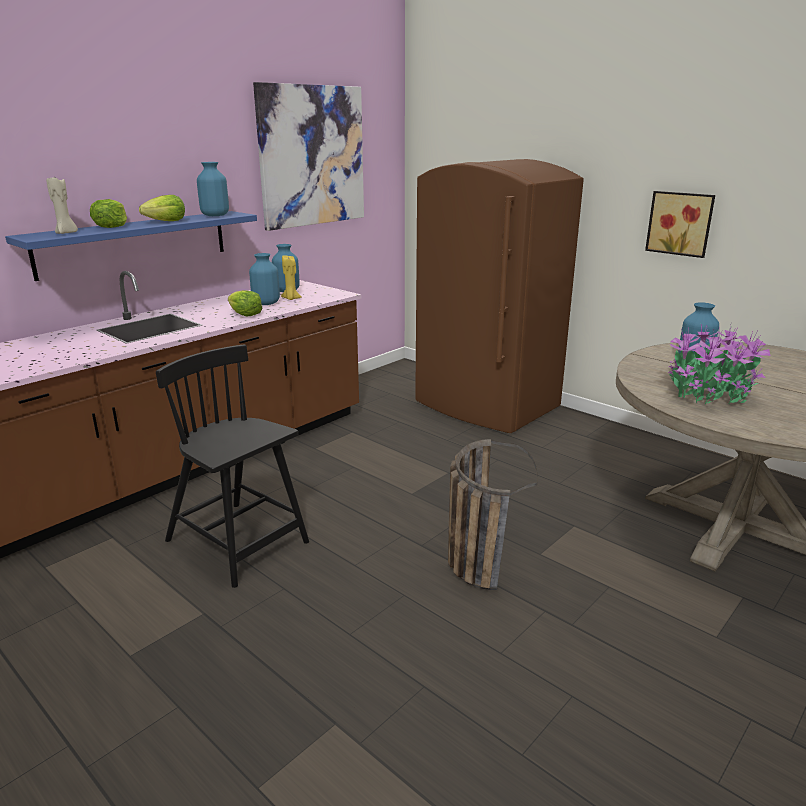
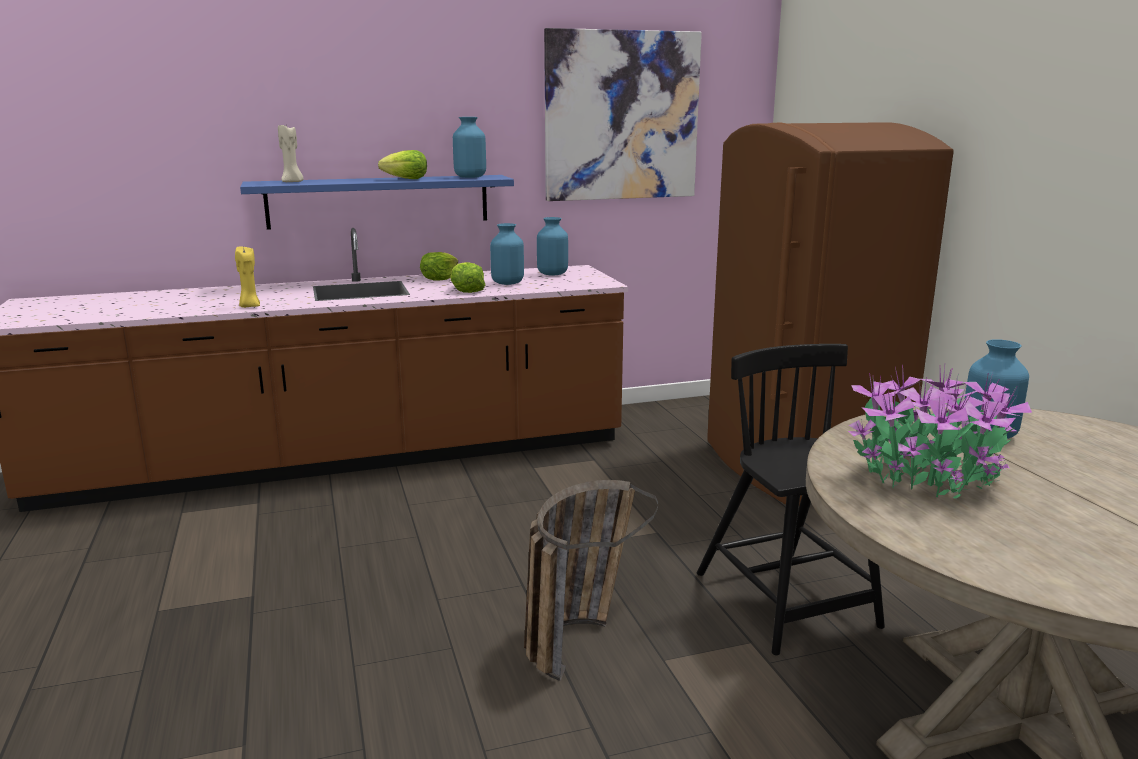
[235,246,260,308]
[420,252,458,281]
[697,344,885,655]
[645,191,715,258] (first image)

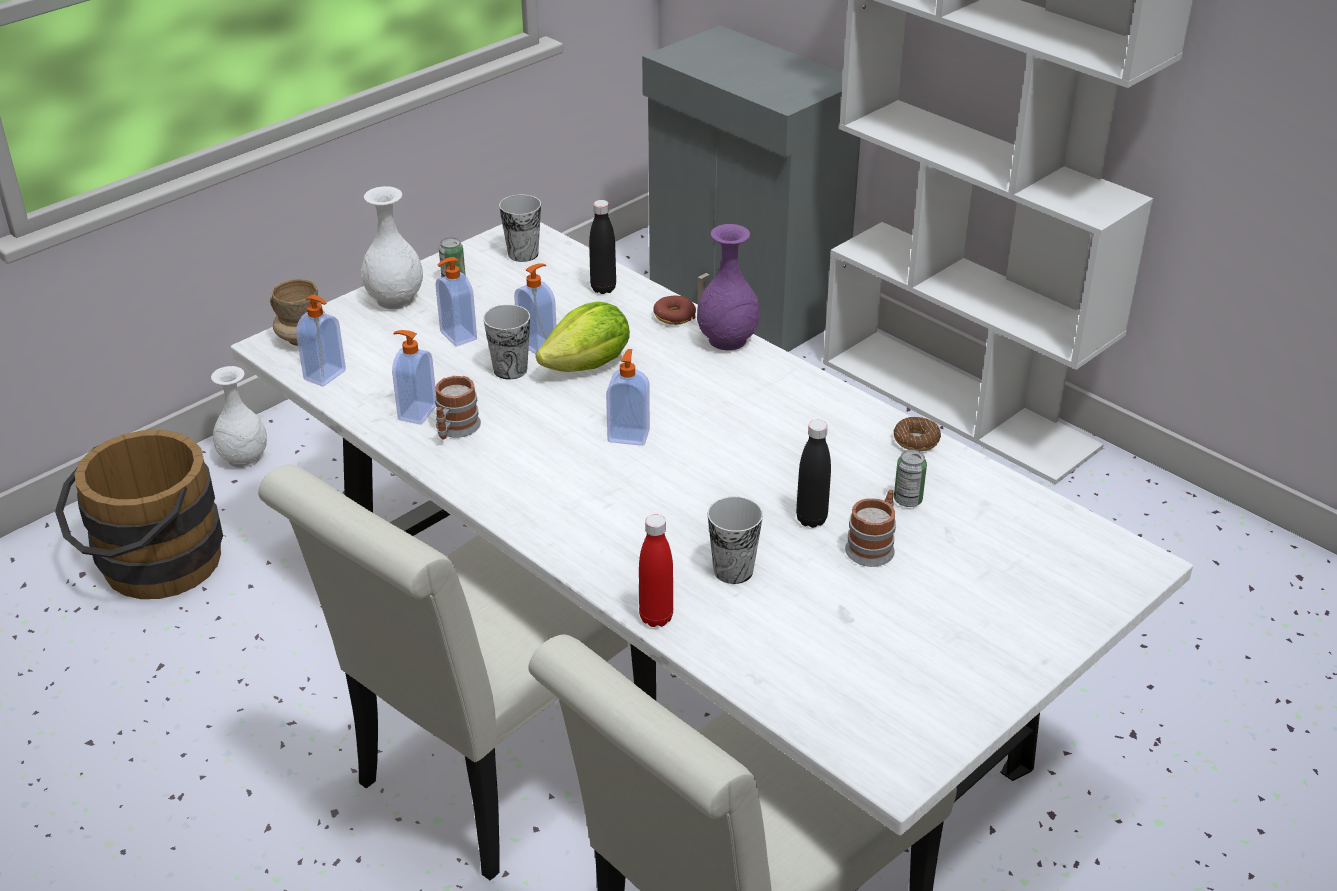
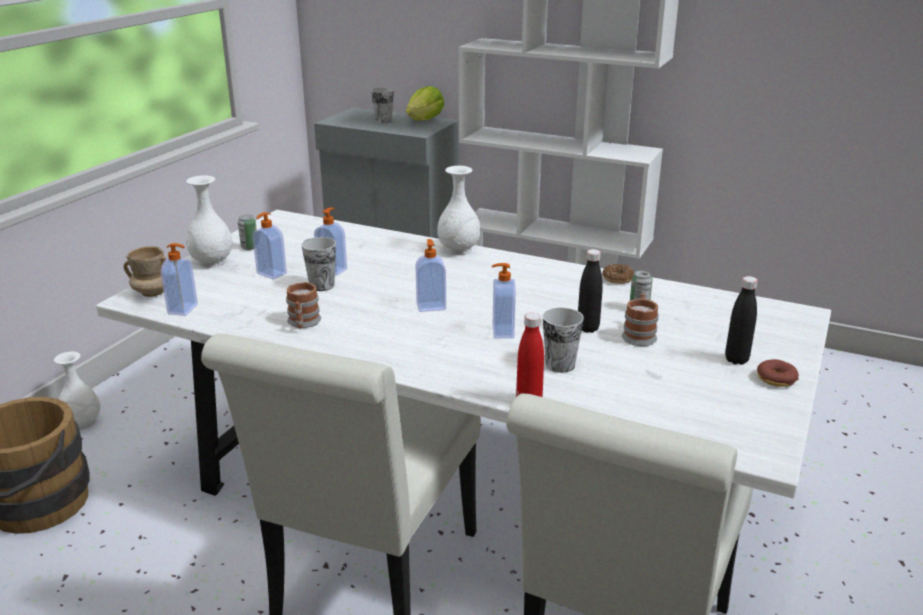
[371,88,394,123]
[406,86,444,121]
[437,166,480,255]
[492,263,516,339]
[725,276,758,365]
[757,359,799,387]

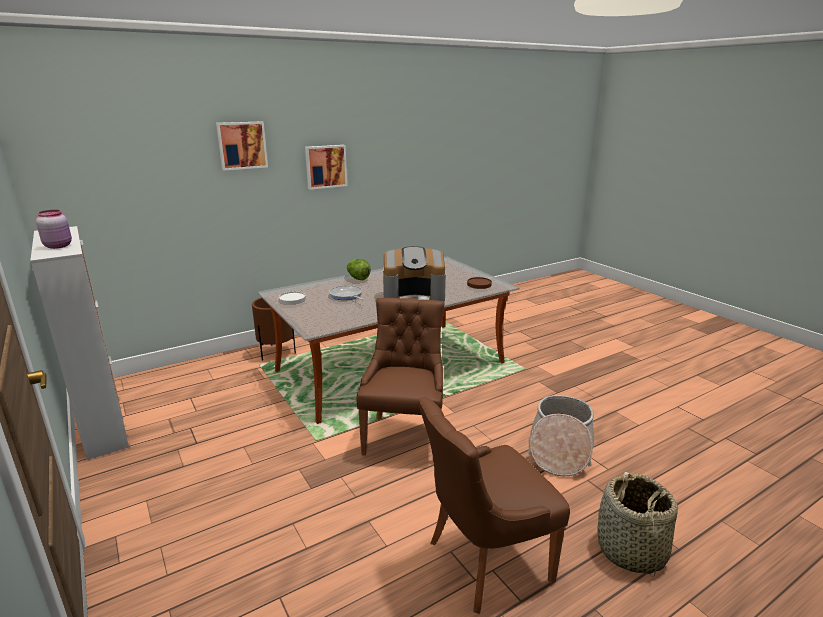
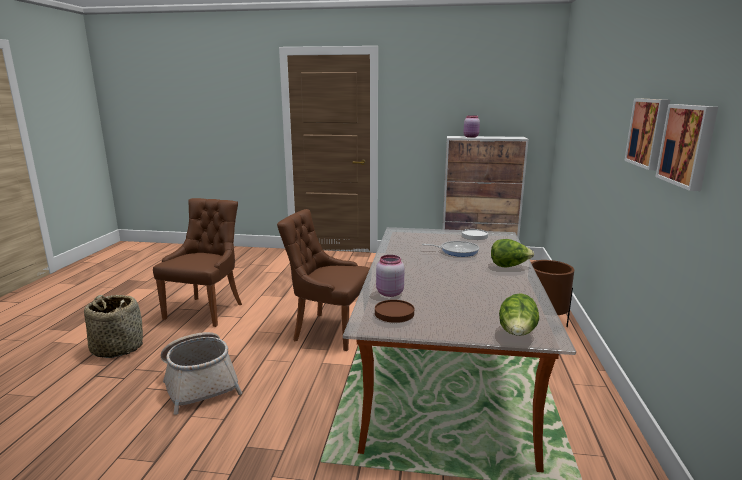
[277,209,370,351]
[376,255,405,297]
[499,293,539,336]
[655,104,718,191]
[383,246,446,302] (first image)

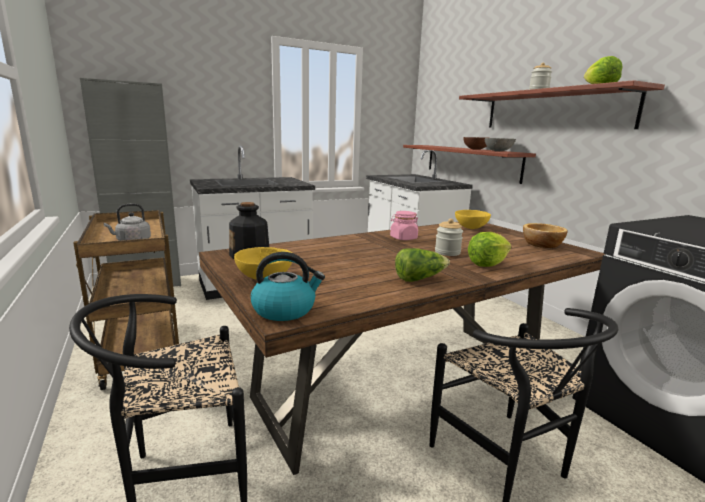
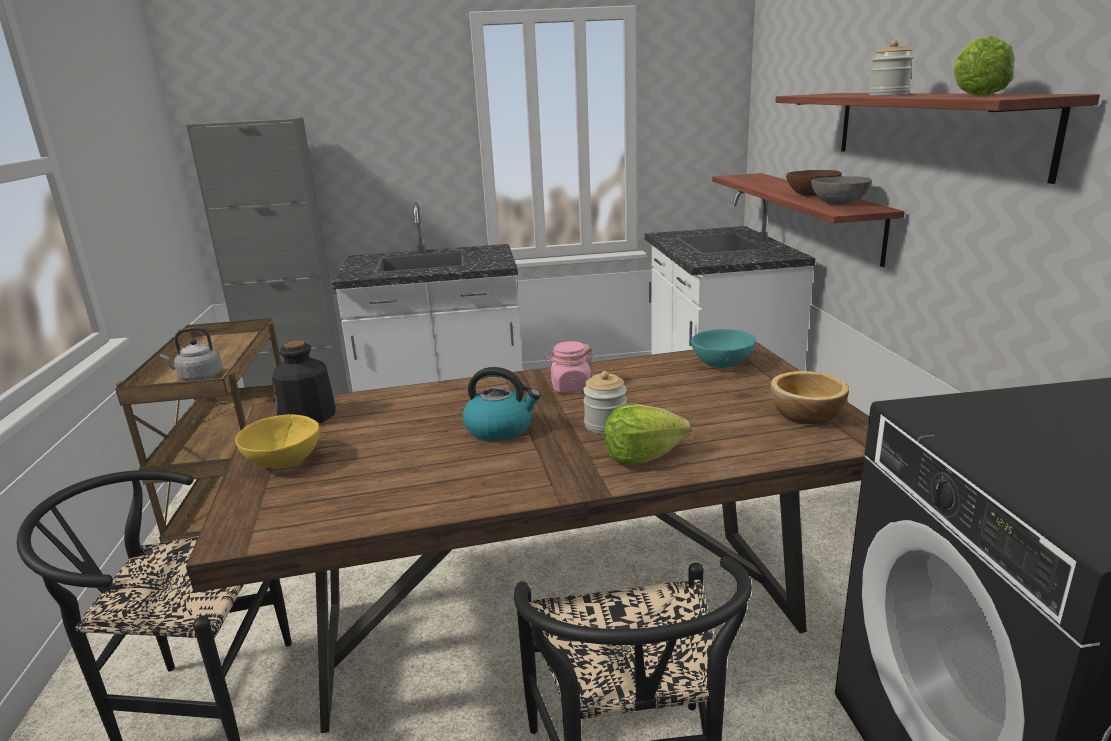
[463,367,541,441]
[691,329,756,368]
[395,248,450,282] (first image)

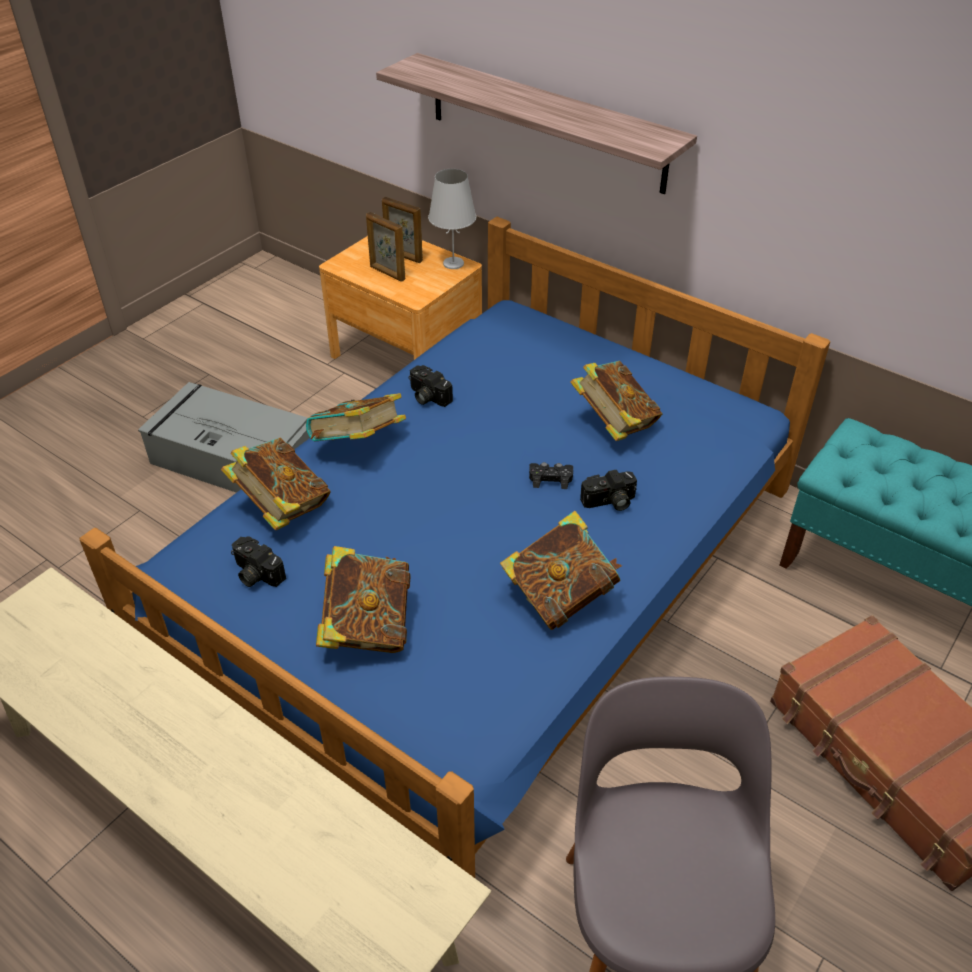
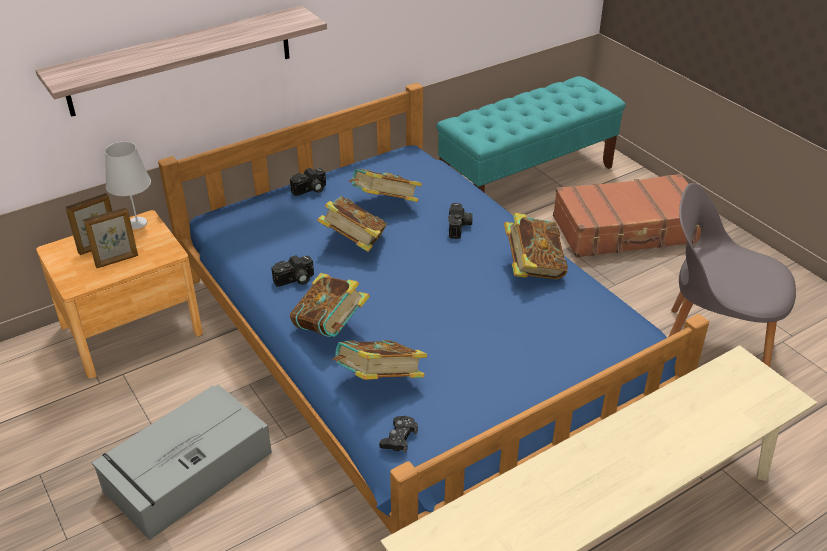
[290,168,326,196]
[317,196,387,252]
[379,416,418,453]

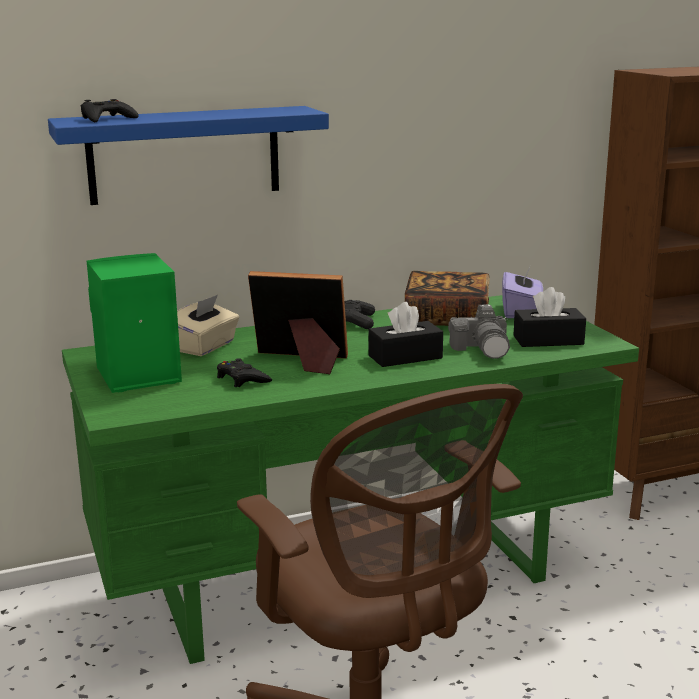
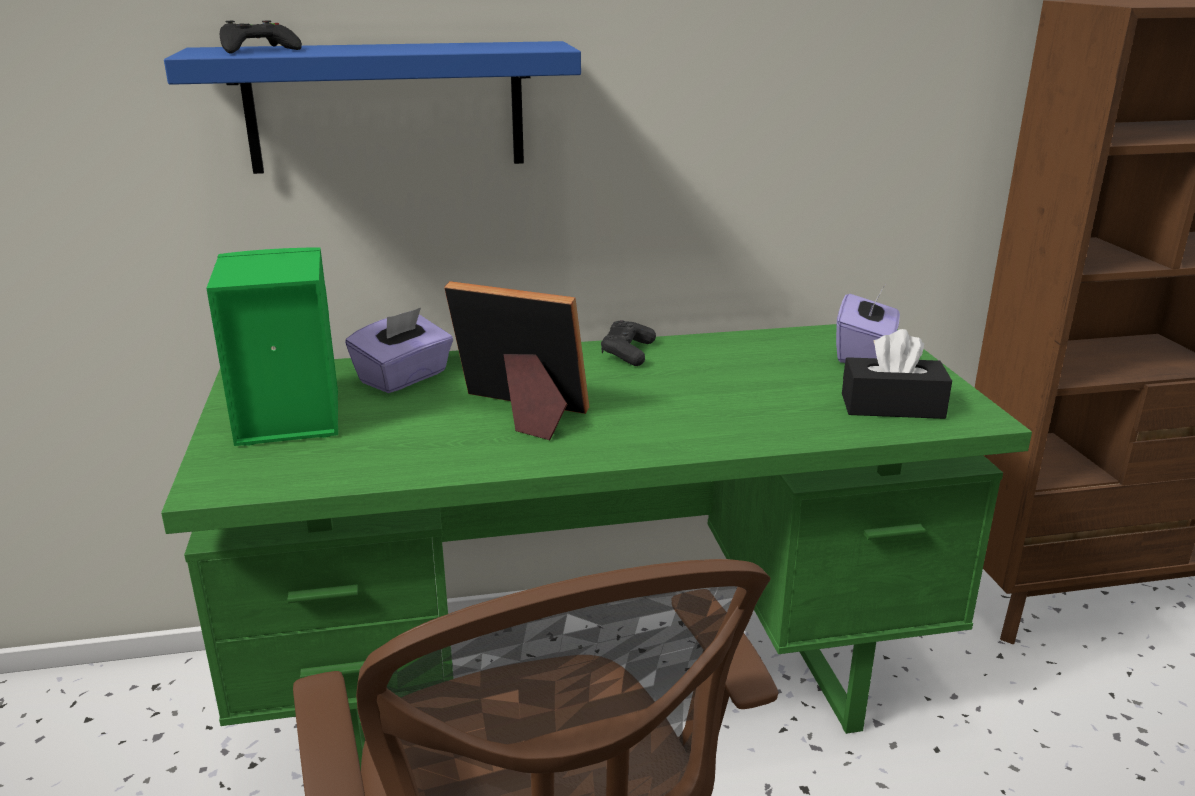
[345,308,453,393]
[217,358,272,387] (first image)
[368,302,443,367] (first image)
[405,271,490,326] (first image)
[448,304,510,359] (first image)

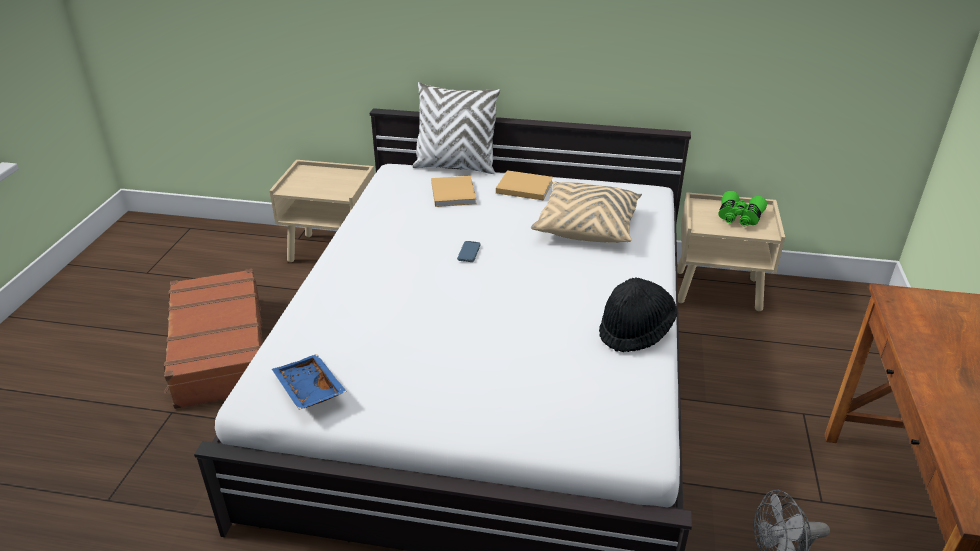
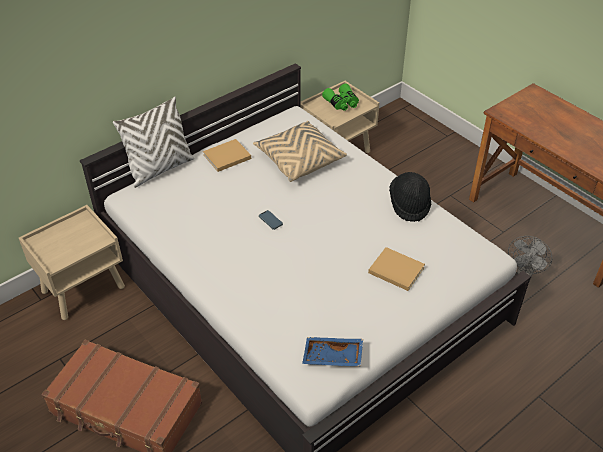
[368,247,425,291]

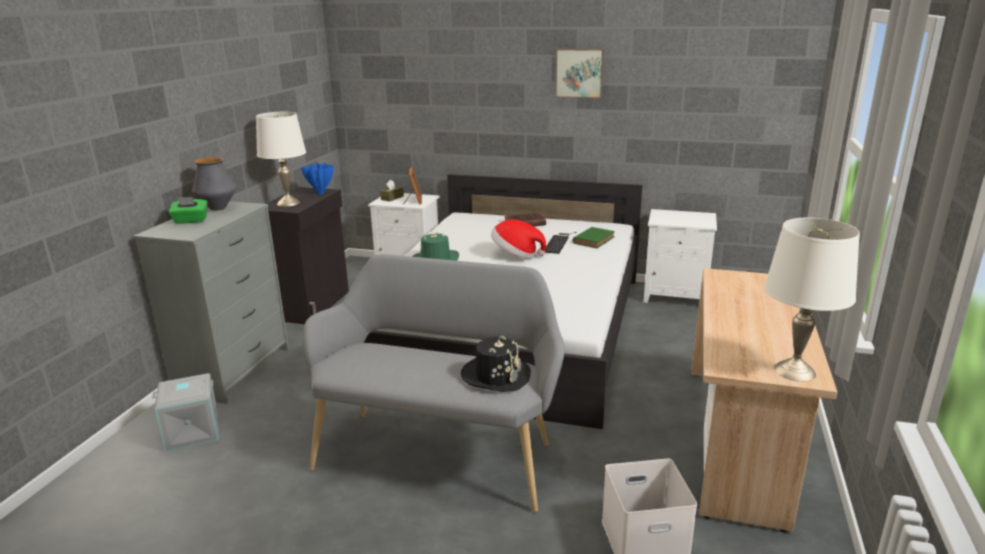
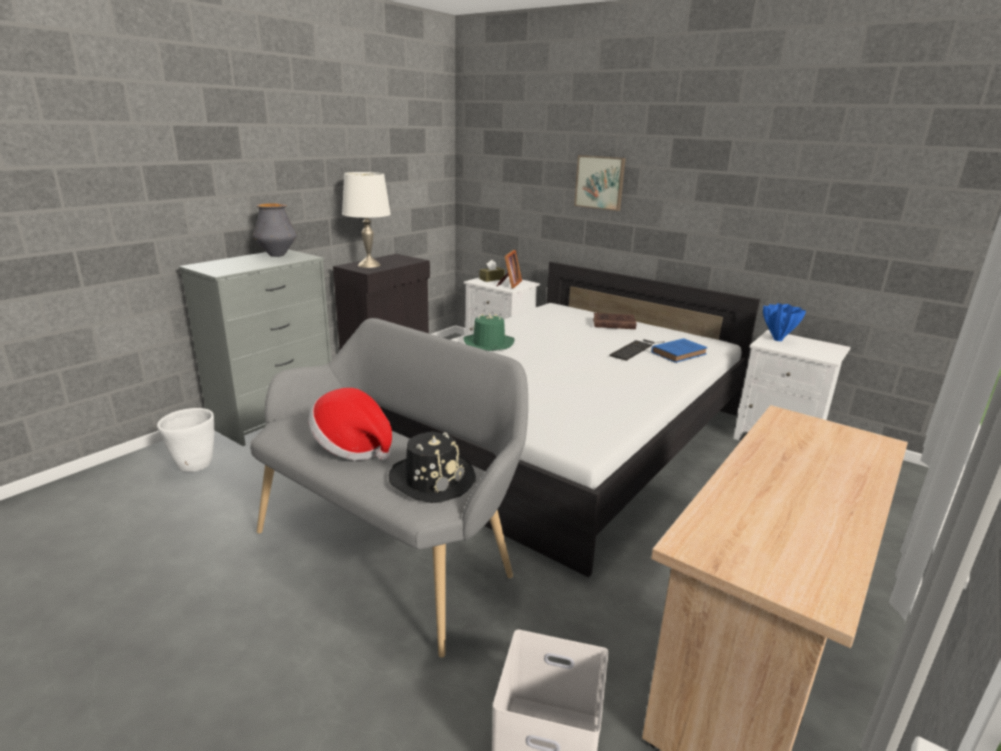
[157,408,215,472]
[308,388,392,460]
[574,155,626,211]
[651,338,708,363]
[763,303,806,341]
[169,197,208,224] (first image)
[764,218,860,382] (first image)

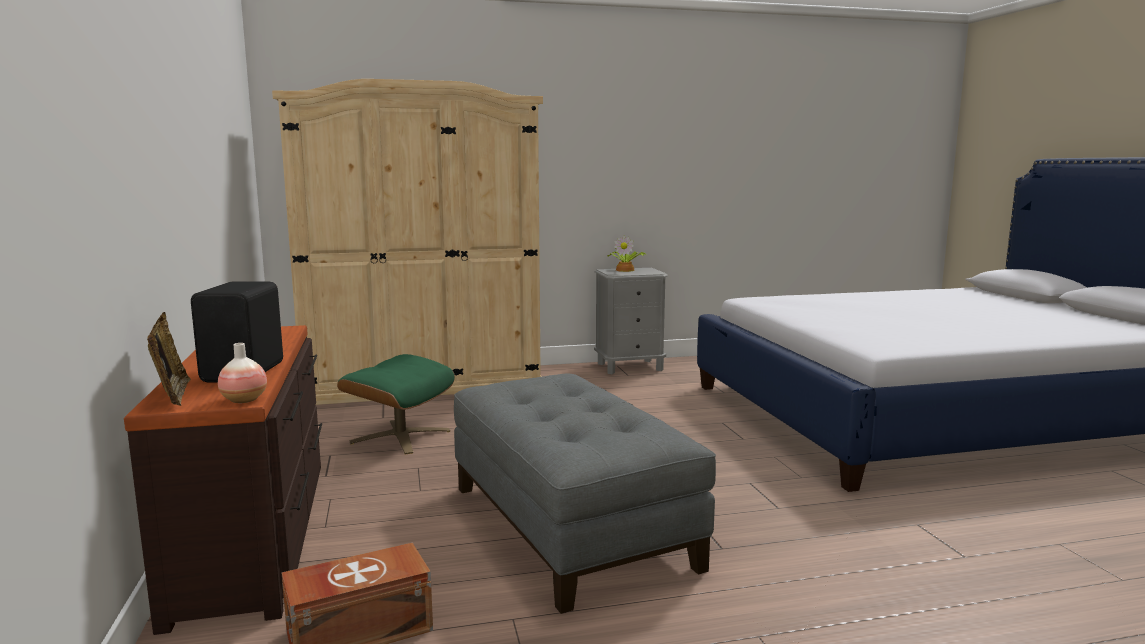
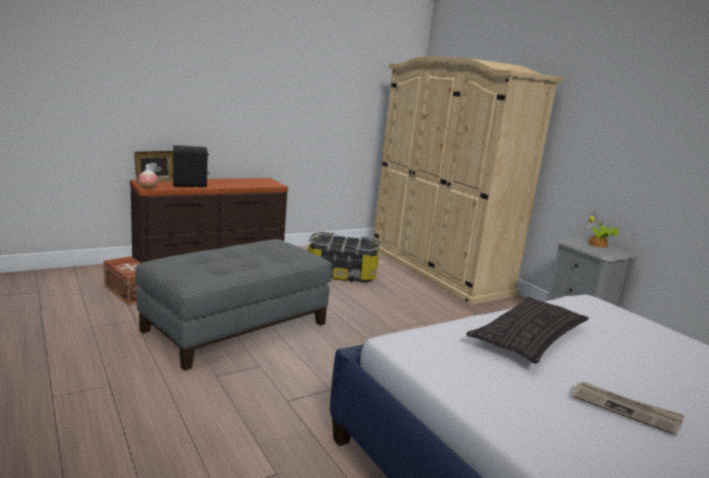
[308,232,380,282]
[466,296,589,364]
[571,382,685,436]

